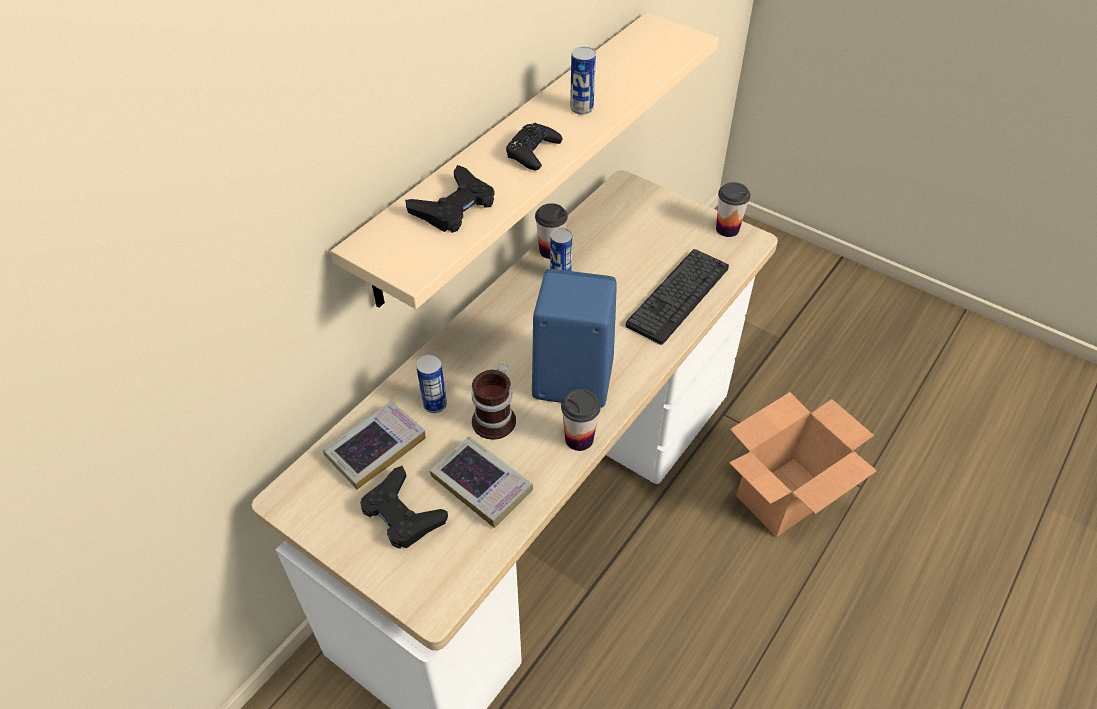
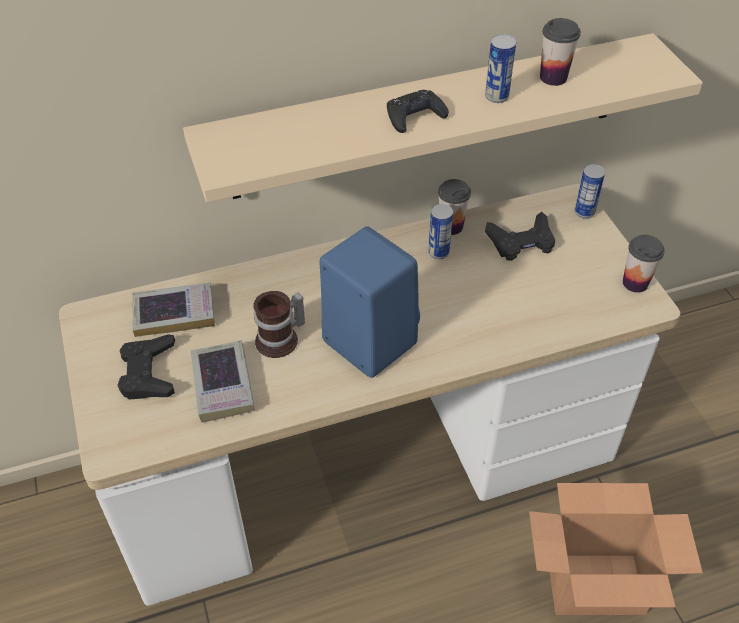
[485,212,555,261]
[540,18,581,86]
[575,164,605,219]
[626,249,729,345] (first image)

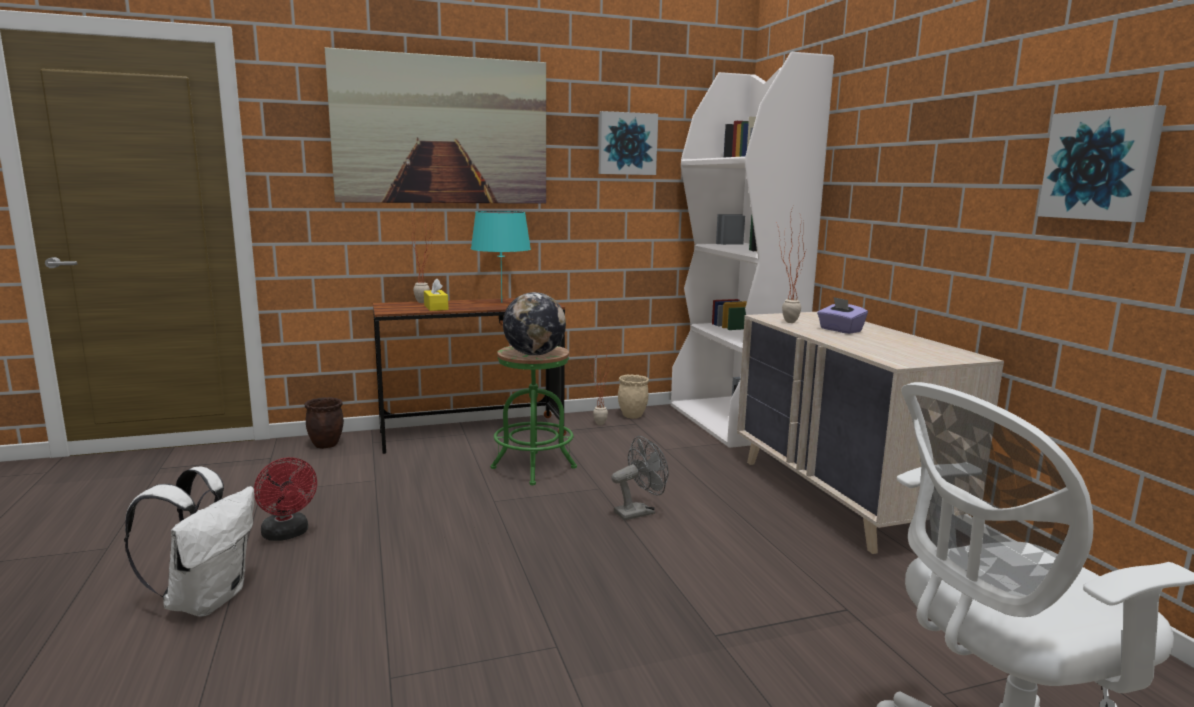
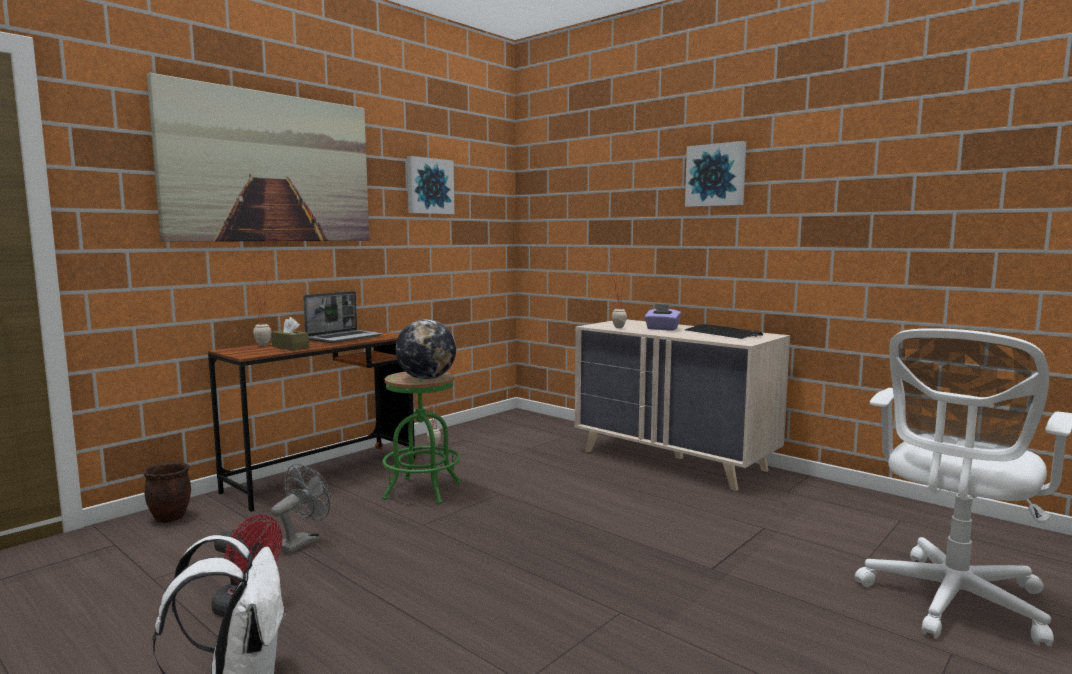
[271,317,309,351]
[271,464,331,553]
[303,291,383,343]
[685,141,746,207]
[685,324,763,339]
[618,374,649,419] (first image)
[671,52,834,448] (first image)

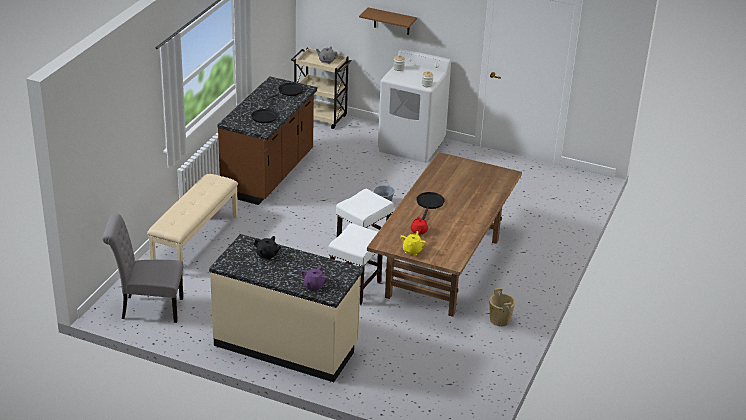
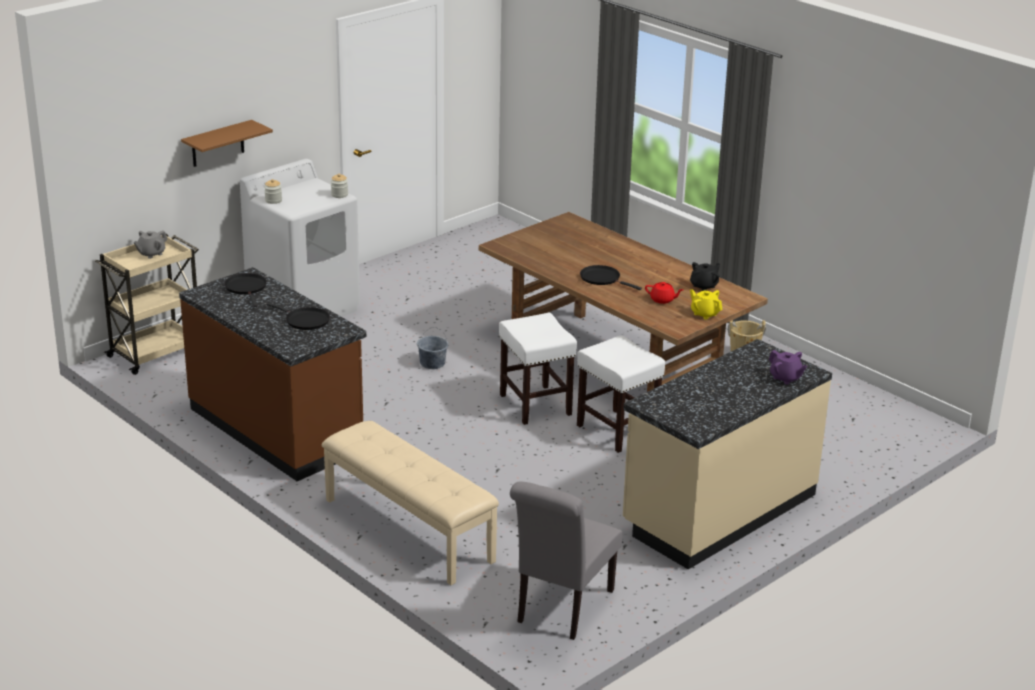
[690,262,720,291]

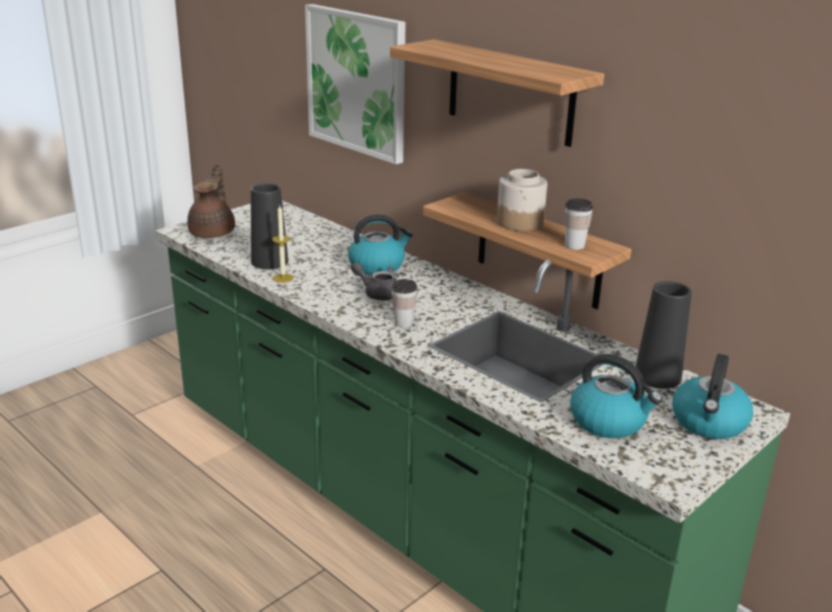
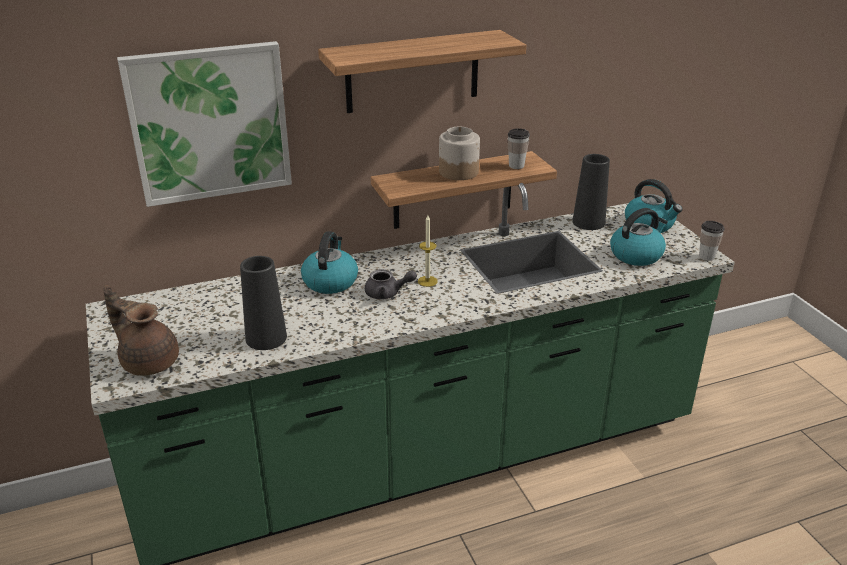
[365,269,417,299]
[418,215,438,287]
[699,221,725,261]

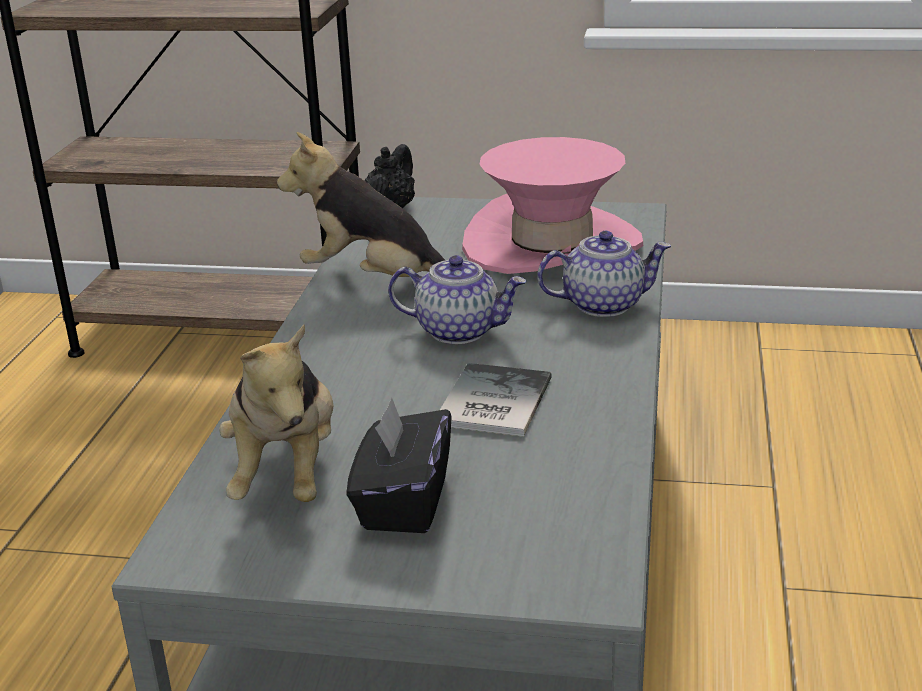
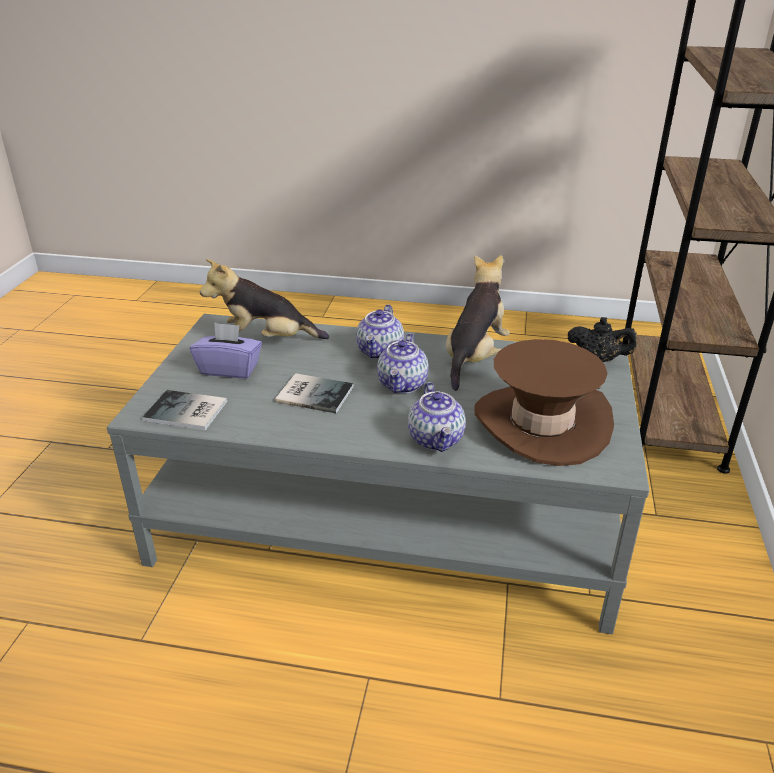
[142,390,227,431]
[190,322,262,378]
[356,304,404,359]
[474,339,614,466]

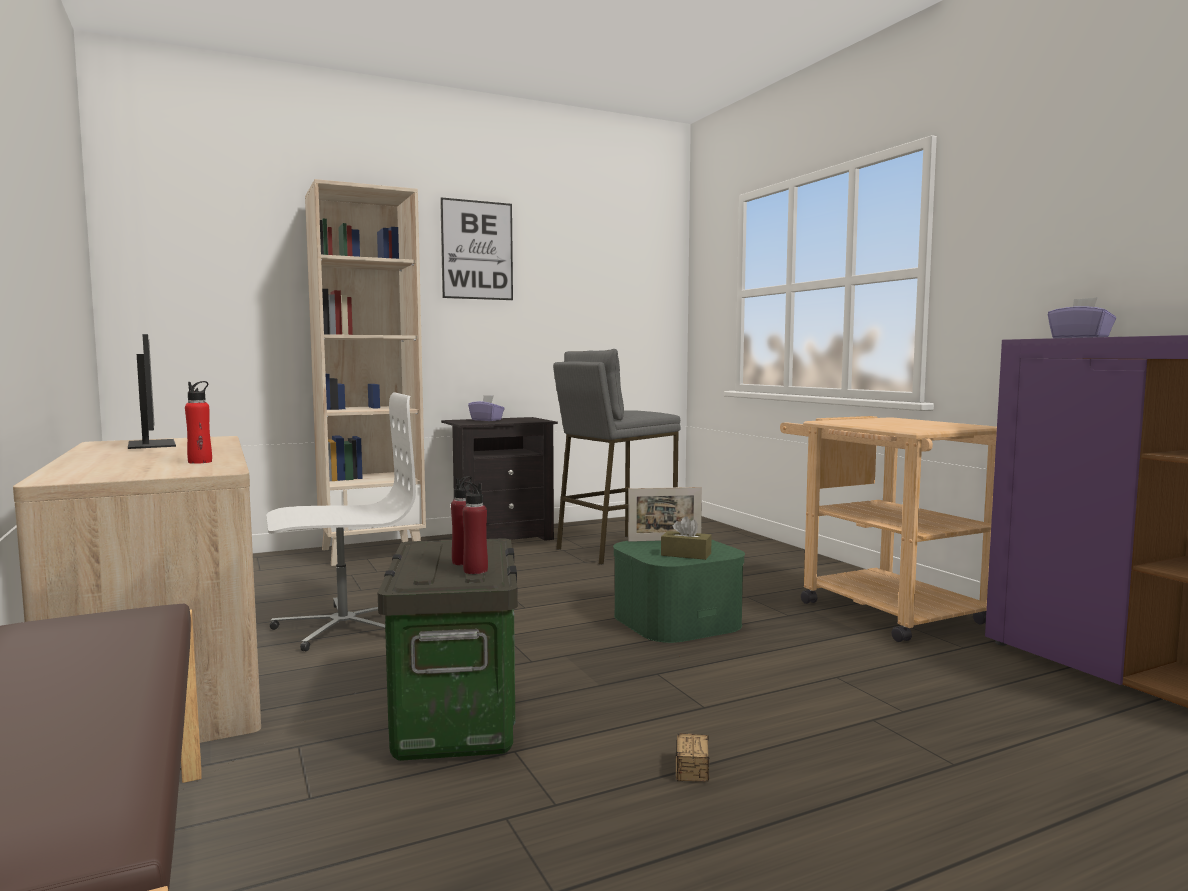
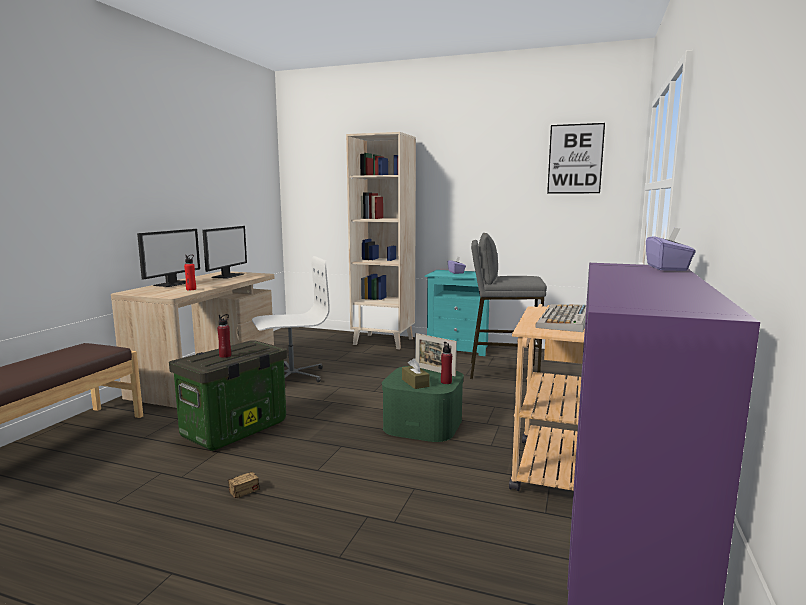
[137,229,200,287]
[252,256,330,382]
[425,270,489,356]
[441,342,452,384]
[535,304,586,332]
[547,123,605,193]

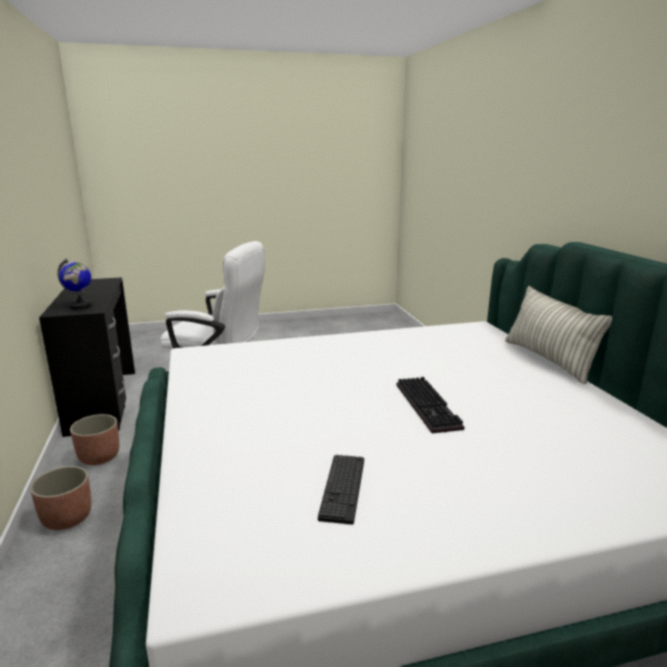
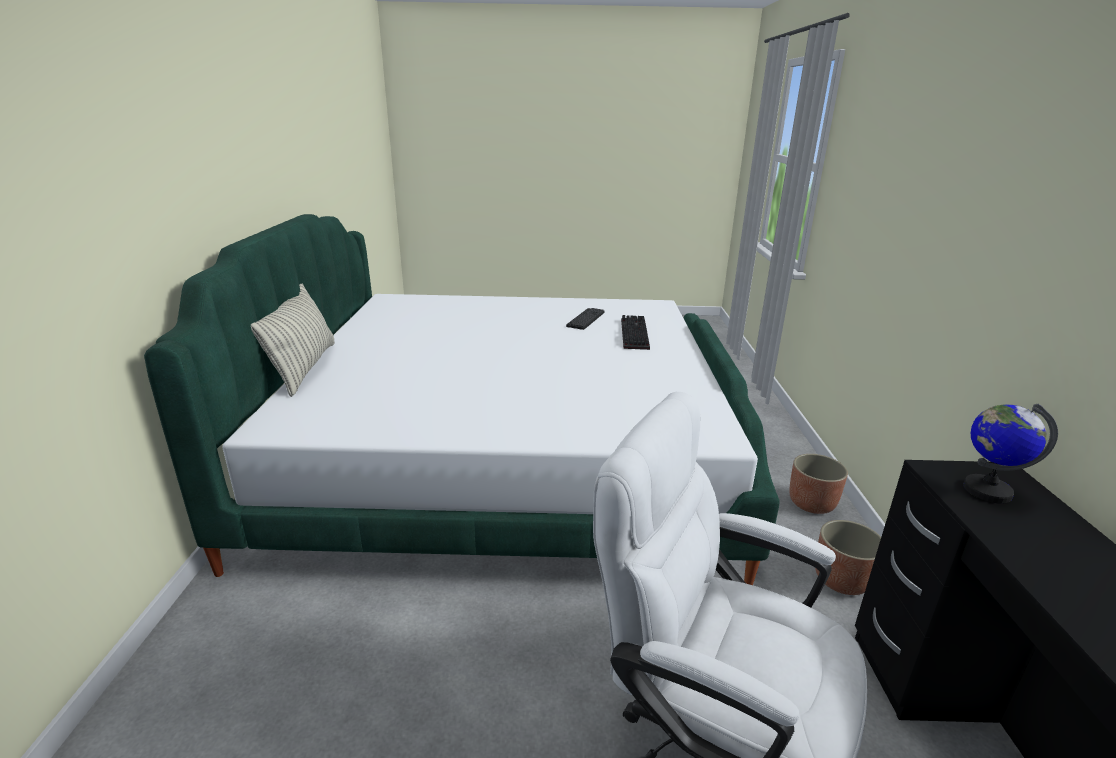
[621,315,650,350]

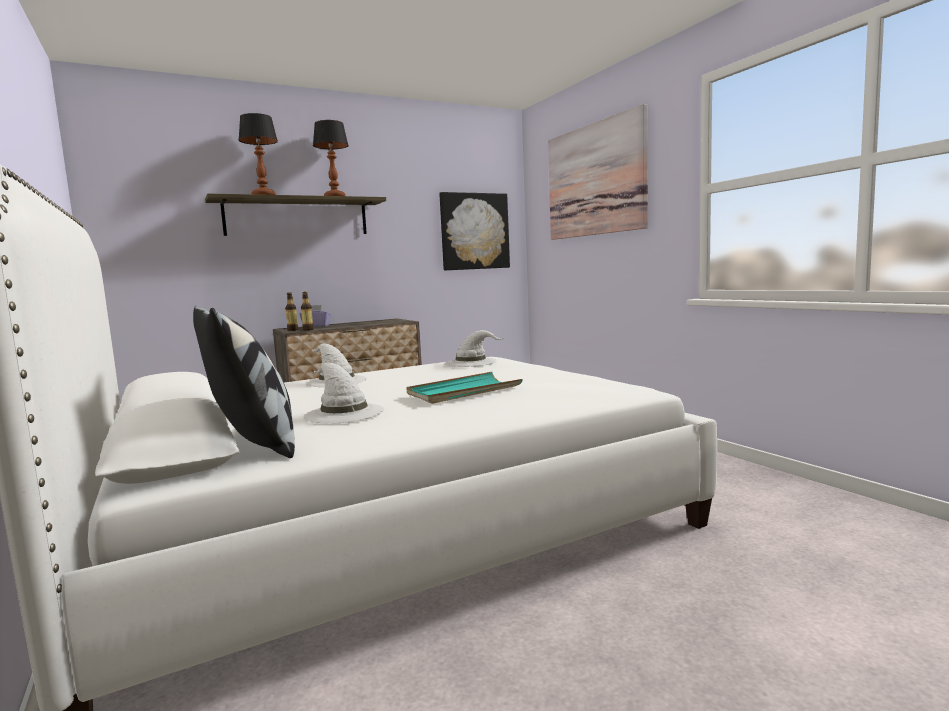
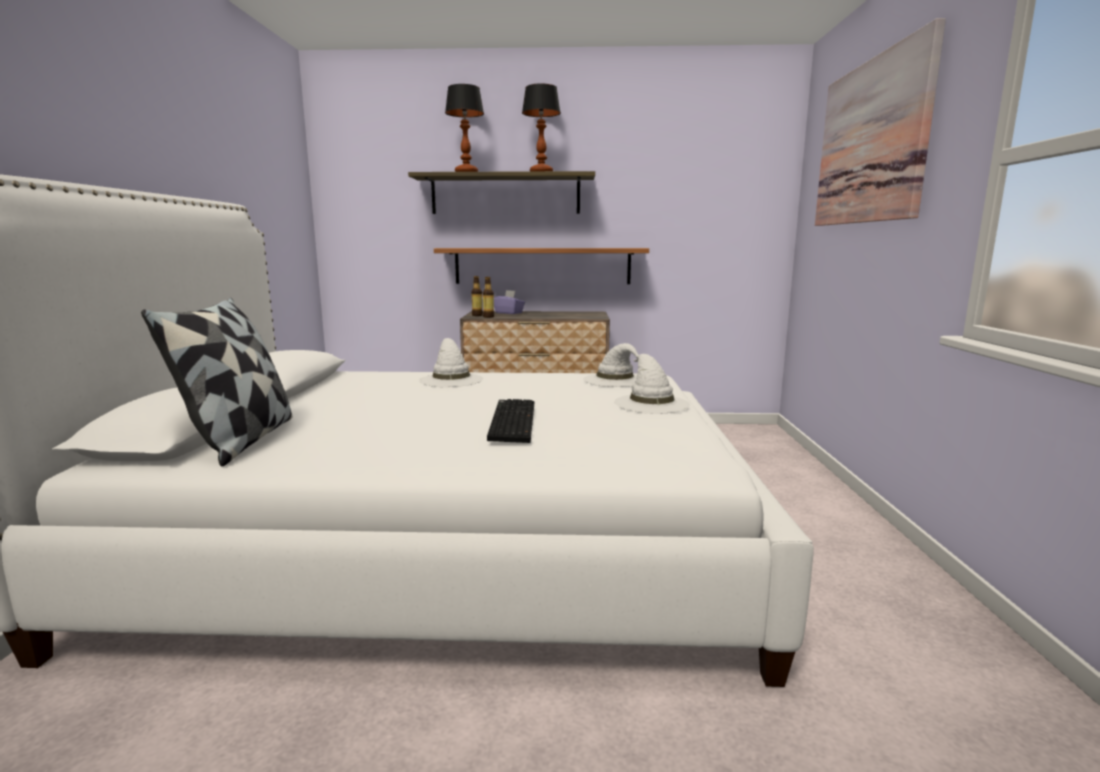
[434,248,649,284]
[487,399,534,443]
[614,354,690,414]
[439,192,510,270] (first image)

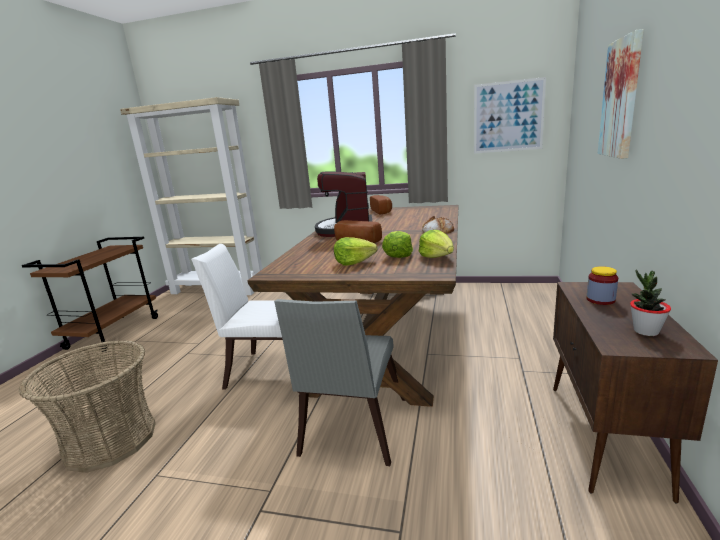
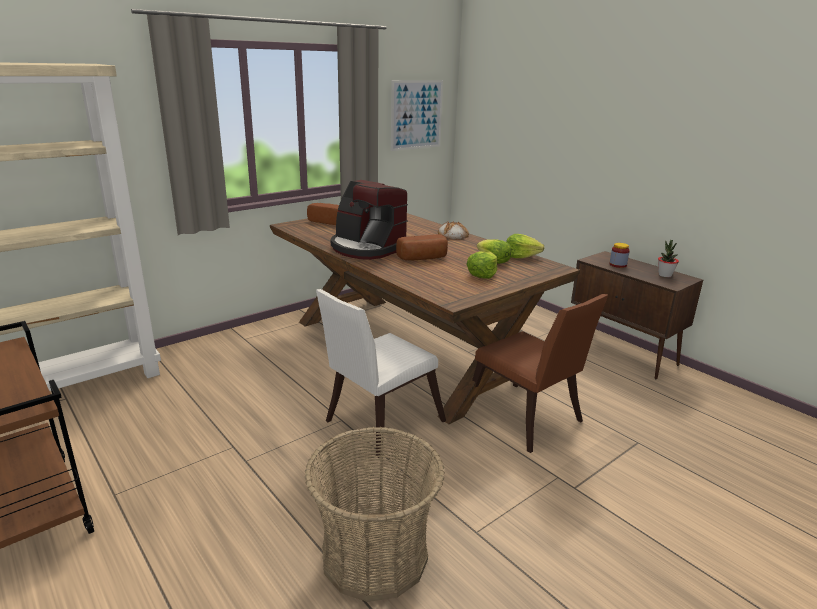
[472,294,608,453]
[598,29,644,159] (first image)

